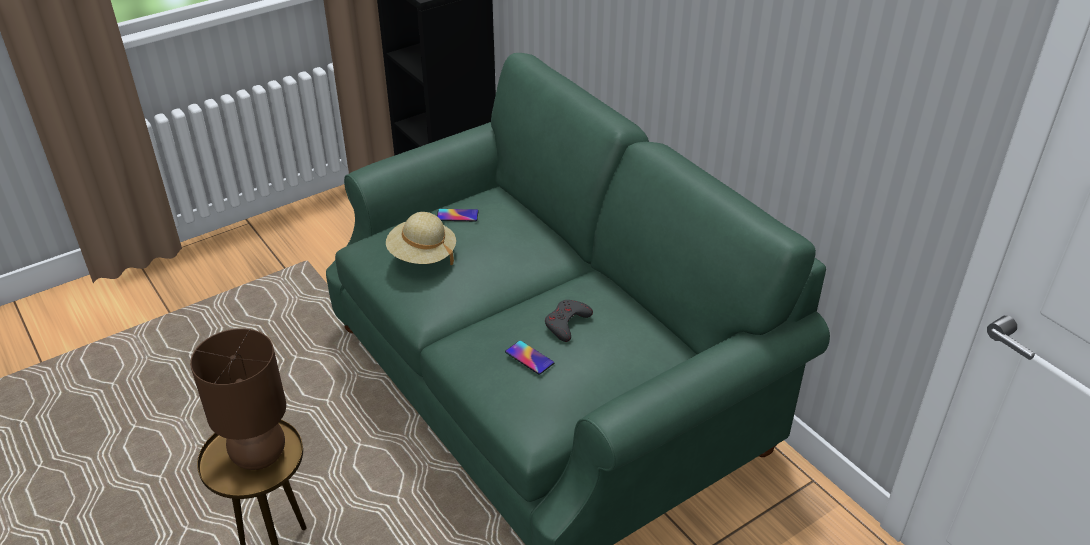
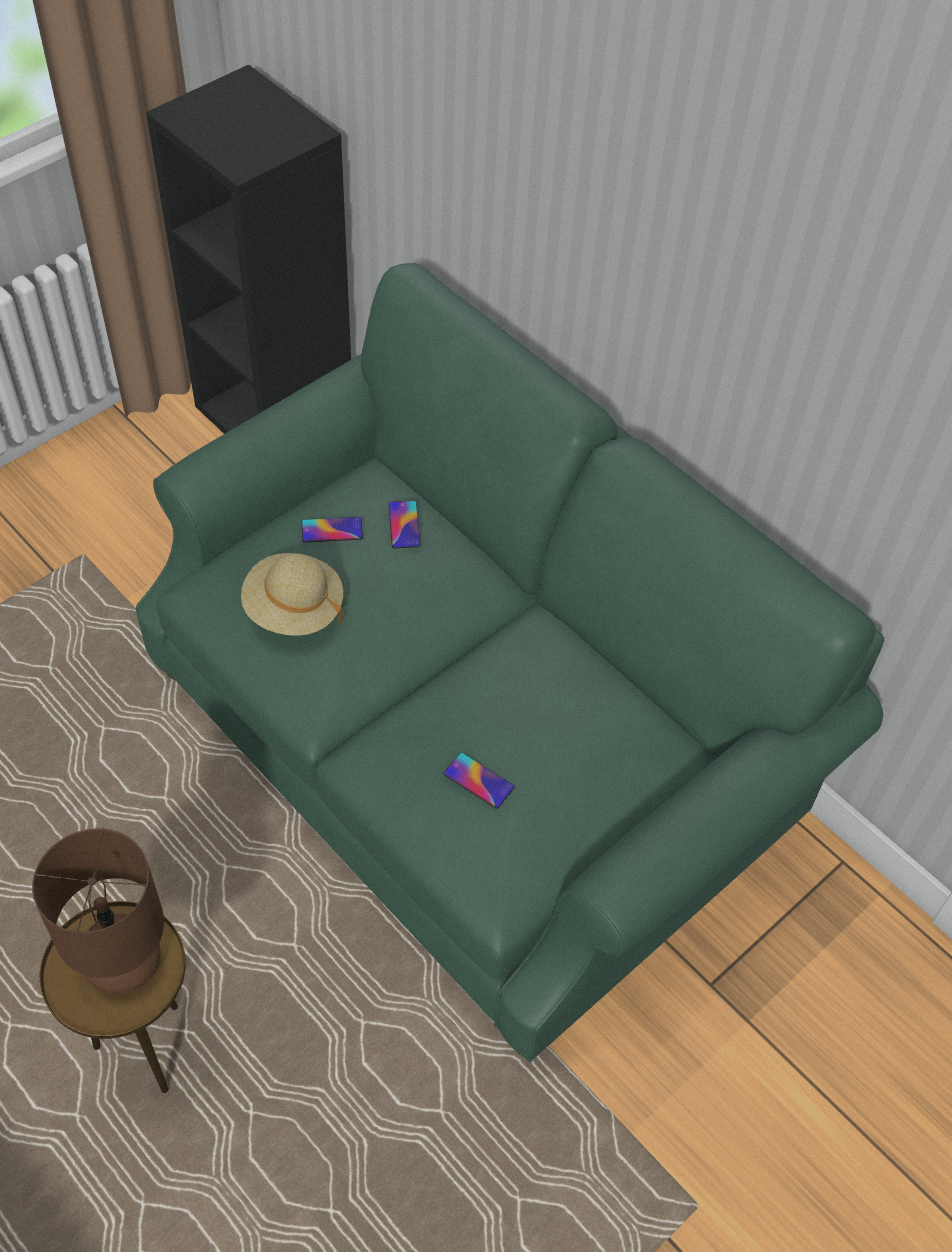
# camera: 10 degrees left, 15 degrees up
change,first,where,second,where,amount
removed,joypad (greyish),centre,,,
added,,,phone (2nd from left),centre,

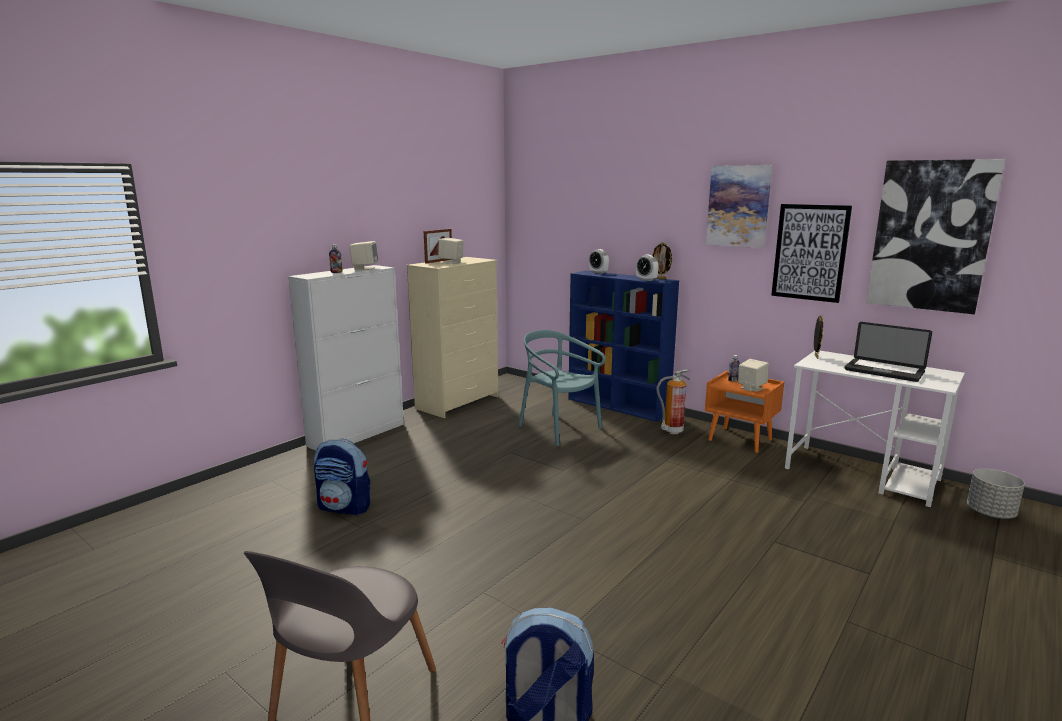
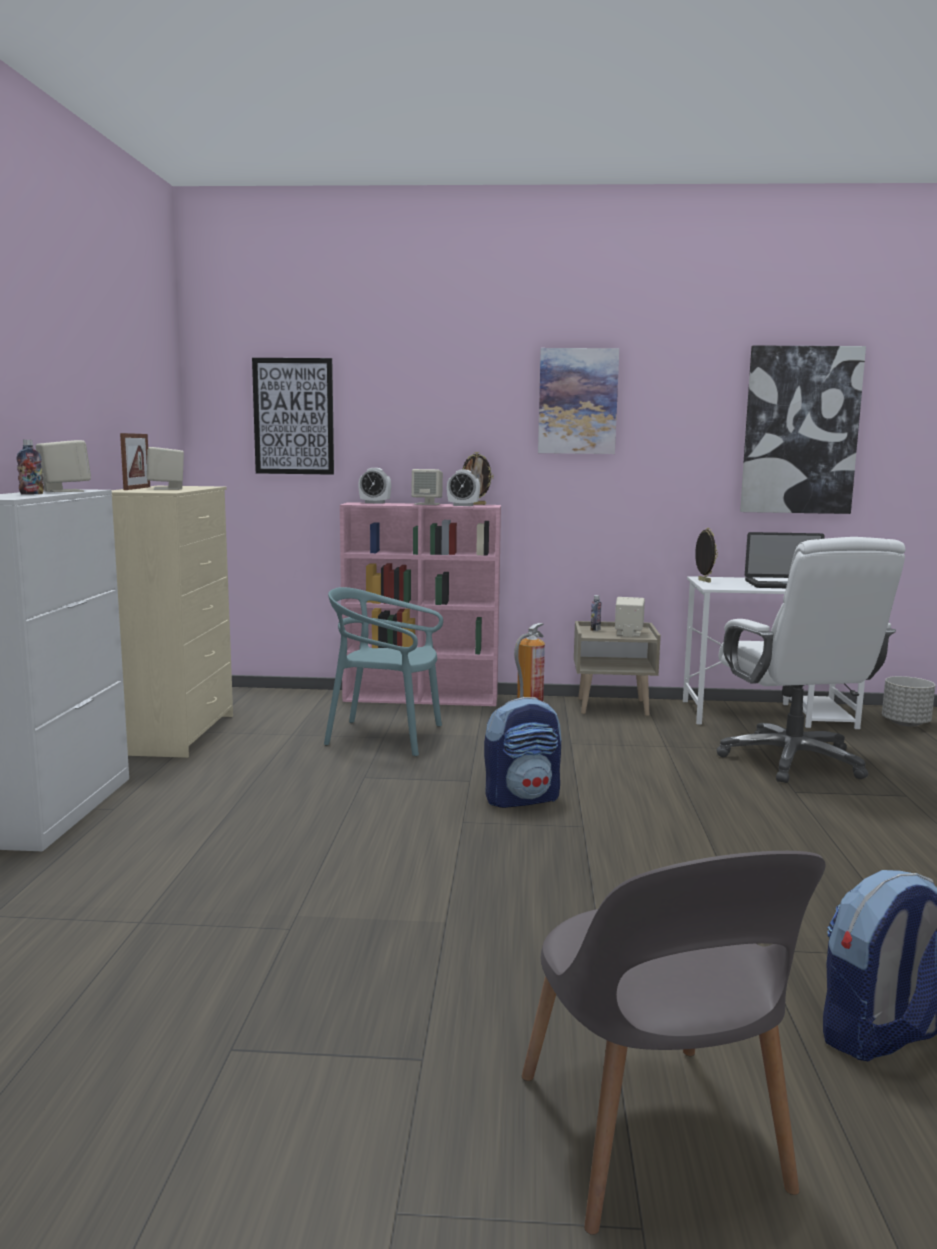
# camera: 35 degrees left, 5 degrees down
change,first,where,second,where,amount
moved,rucksack (1st from left),middle left,,centre,
recoloured,bookshelf (blue-coloured),centre,bookshelf (pink-coloured),centre,
recoloured,nightstand (orangey),middle right,nightstand (beige-coloured),centre,
moved,wall picture (2nd from left in the first image),middle right,wall picture (1st from left),top left,
added,,,audio speaker (beige-coloured) (3rd from left),centre,
added,,,computer chair (white-coloured),middle right,

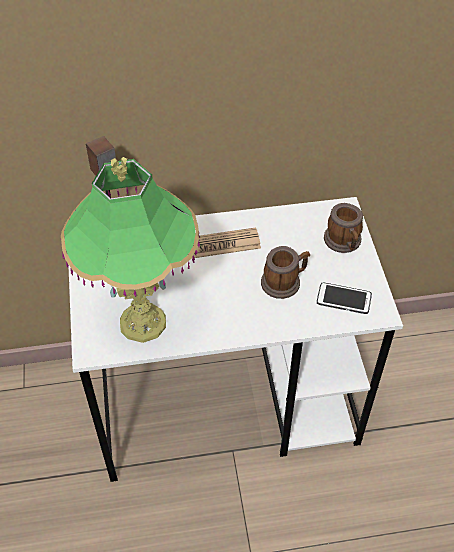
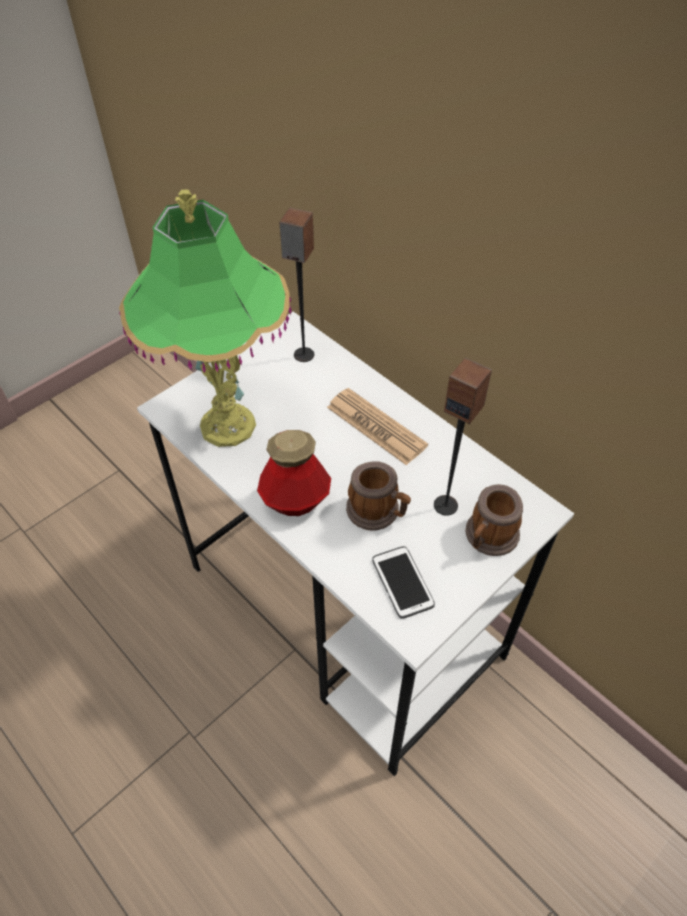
# camera: 55 degrees right, 0 degrees up
change,first,where,second,where,amount
added,,,drink bottle,centre,
added,,,audio speaker (2nd from left),middle right,

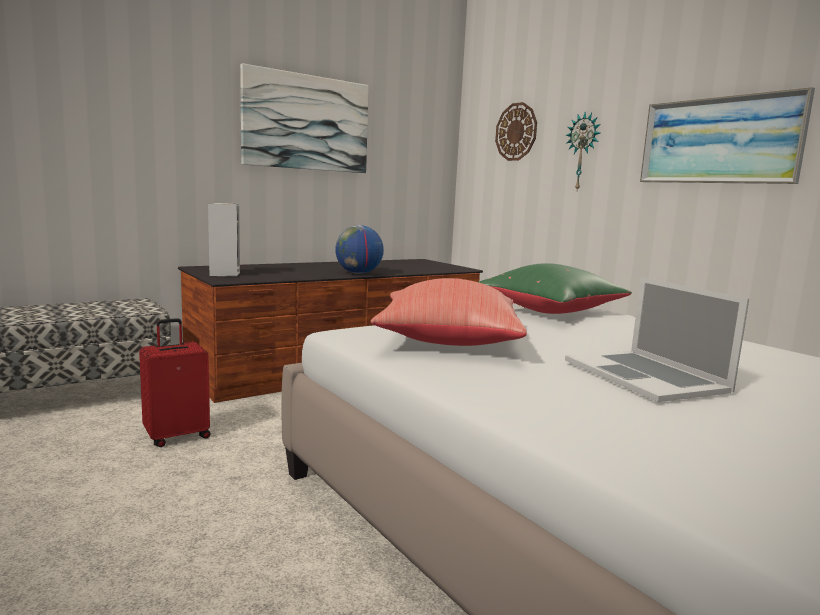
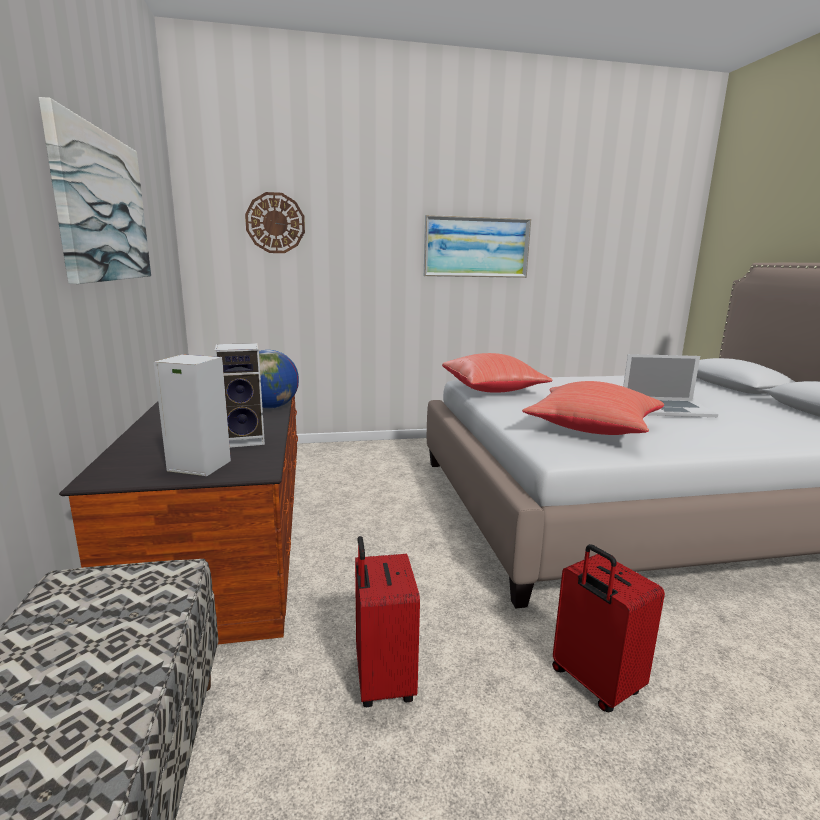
# camera: 65 degrees left, 5 degrees up
change,first,where,second,where,amount
recoloured,cushion (green),middle right,cushion (reddish) (1st from left),centre,
removed,wall clock (2nd from left),top right,,,
added,,,audio speaker (2nd from left),middle left,
added,,,suitcase (reddish) (2nd from left),bottom right,

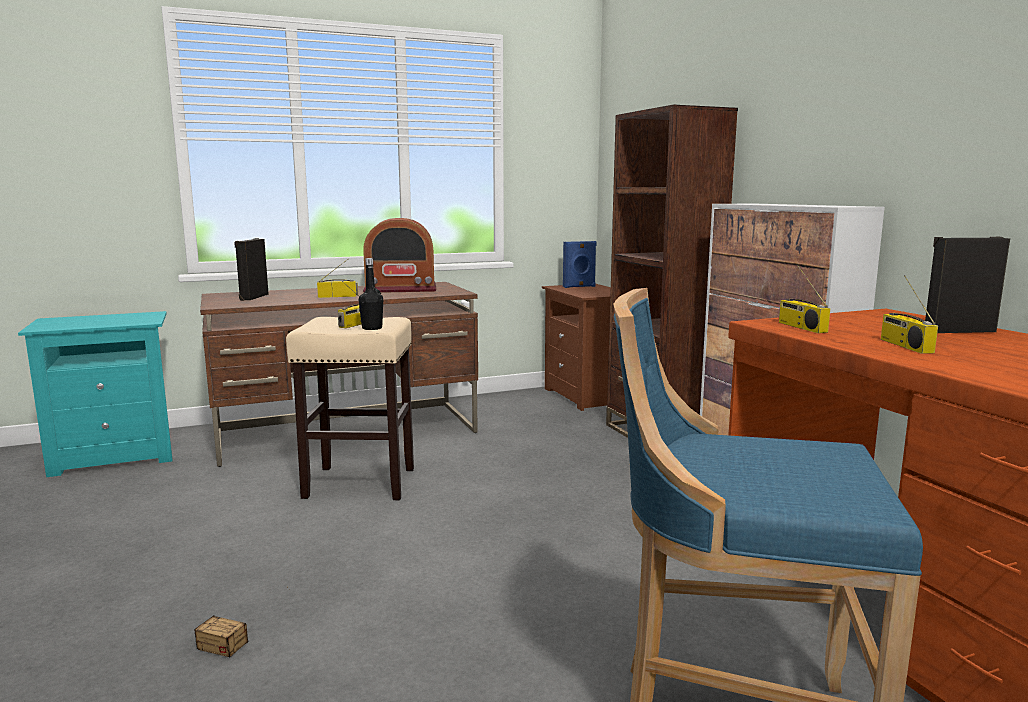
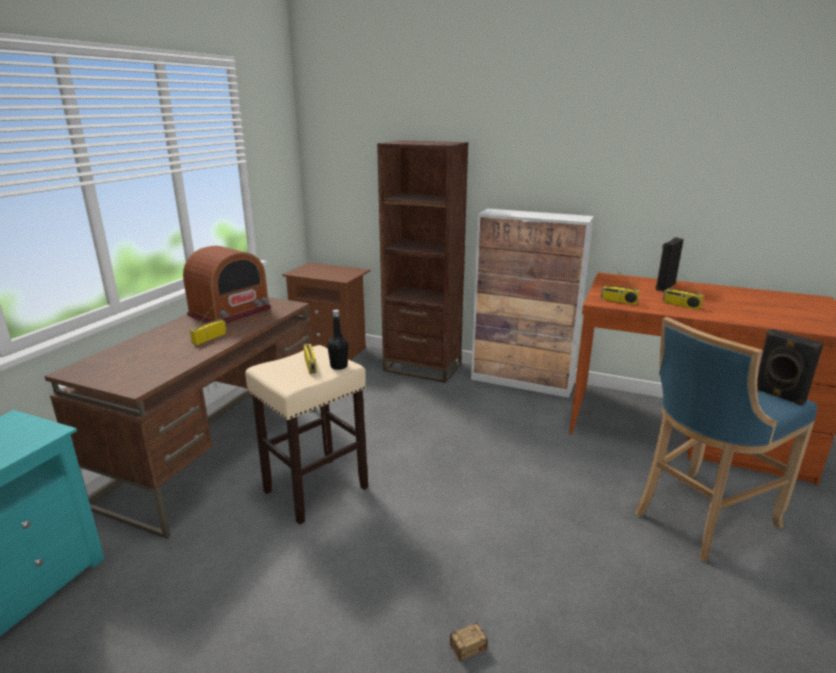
# camera: 45 degrees left, 10 degrees up
change,first,where,second,where,amount
moved,audio speaker (black-coloured) (1st from left in the first image),middle left,audio speaker (black-coloured) (2nd from left),middle right,
removed,audio speaker (blue-coloured),centre,,,

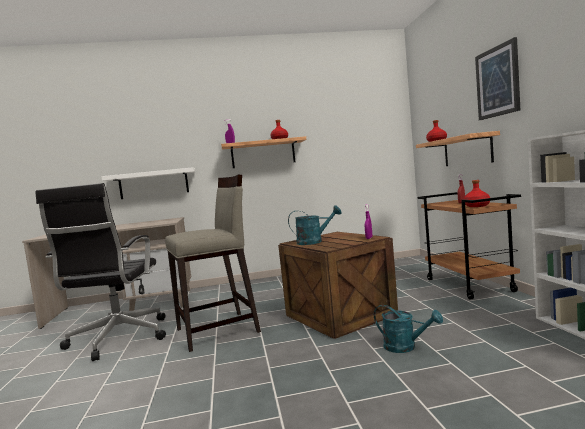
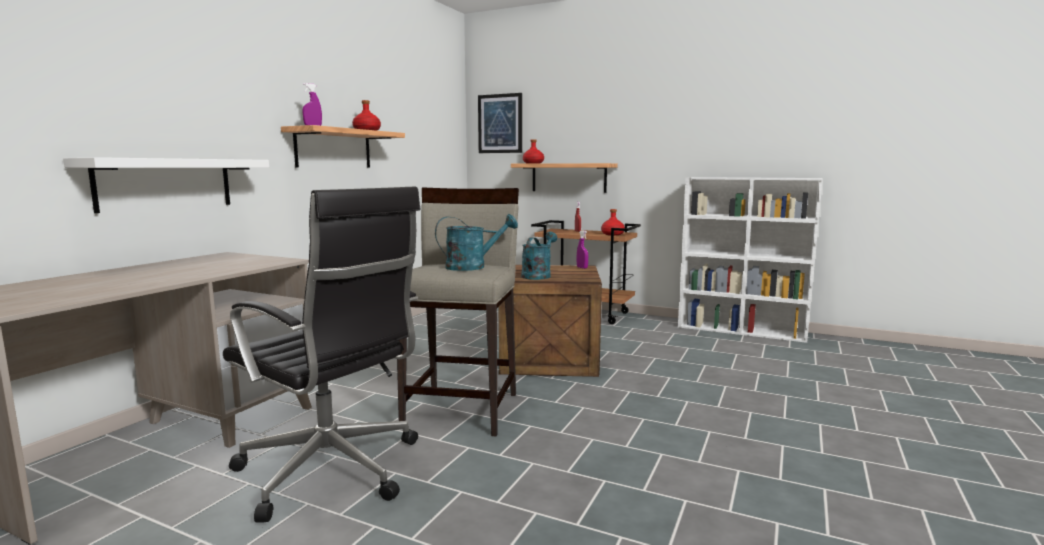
# camera: 55 degrees left, 5 degrees up
change,first,where,second,where,amount
moved,sprinkling can (turquoise) (2nd from left in the first image),bottom right,sprinkling can (turquoise) (1st from left),centre,
moved,wall picture,top right,,top centre,

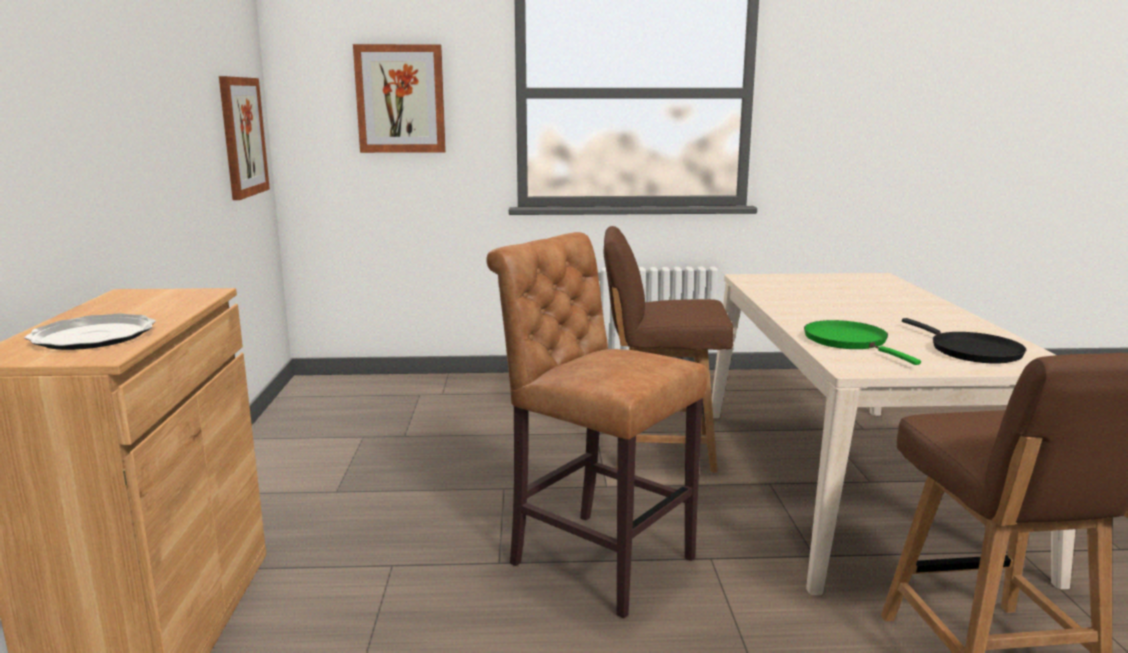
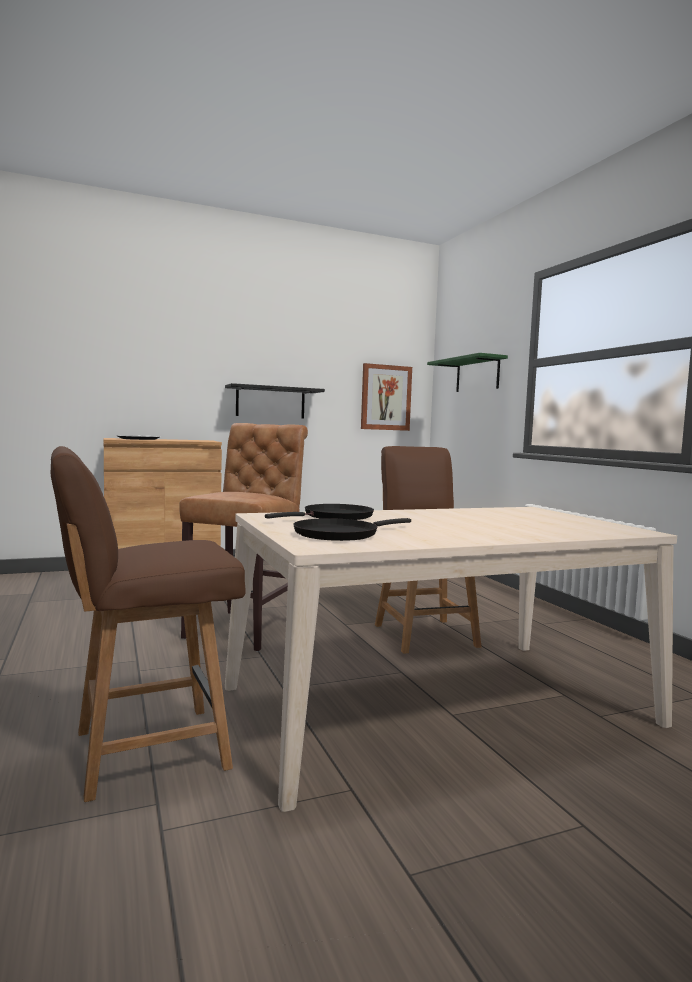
# camera: 70 degrees right, 10 degrees down
change,first,where,second,where,amount
replaced,wall picture (2nd from left),top centre,shelf (green),middle right,
recoloured,skillet (green),middle right,skillet (black-coloured) (1st from left),centre,
added,,,shelf (black-coloured),centre,

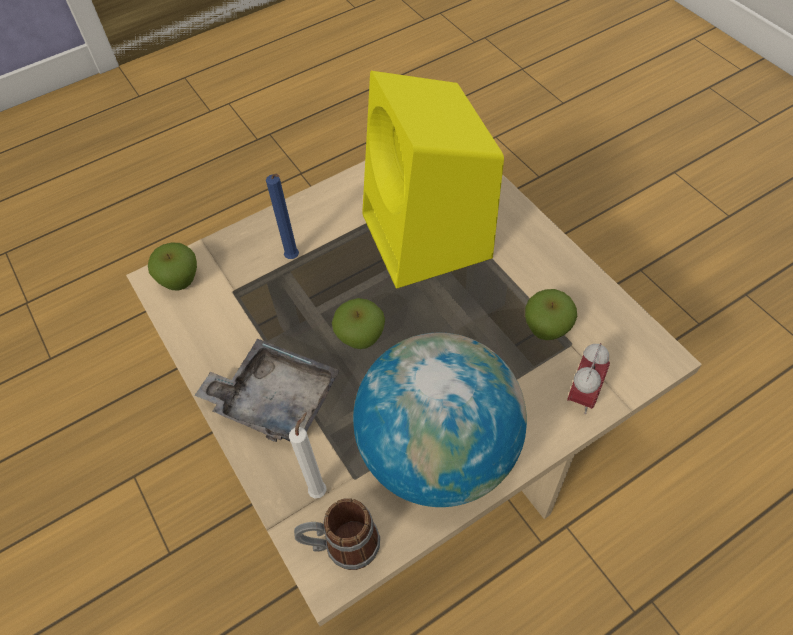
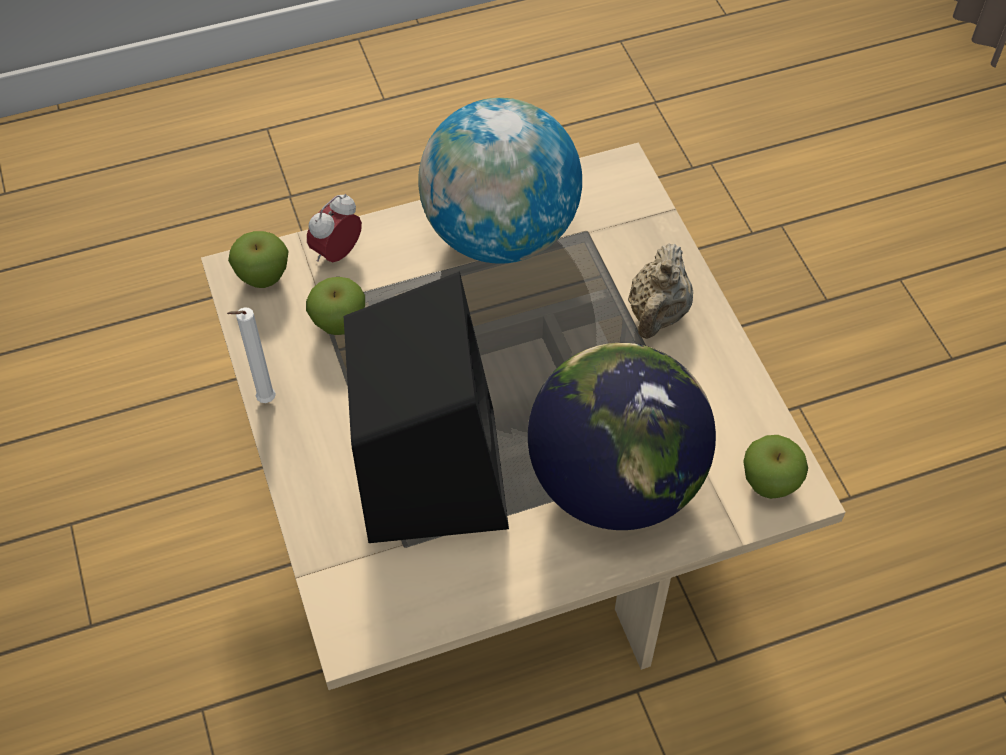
# camera: 170 degrees left, 0 degrees up
change,first,where,second,where,amount
replaced,tray (greyish),centre,pot for tea (beige-coloured),centre,
replaced,wax light (blue-coloured),centre,desk globe (2nd from left),centre,
moved,wax light (white-coloured),bottom centre,,middle left,
removed,mug,bottom centre,,,
moved,whole apple (2nd from left in the first image),centre,whole apple (1st from left),middle left,
recoloured,audio speaker (yellowish),top centre,audio speaker (black-coloured),centre,

